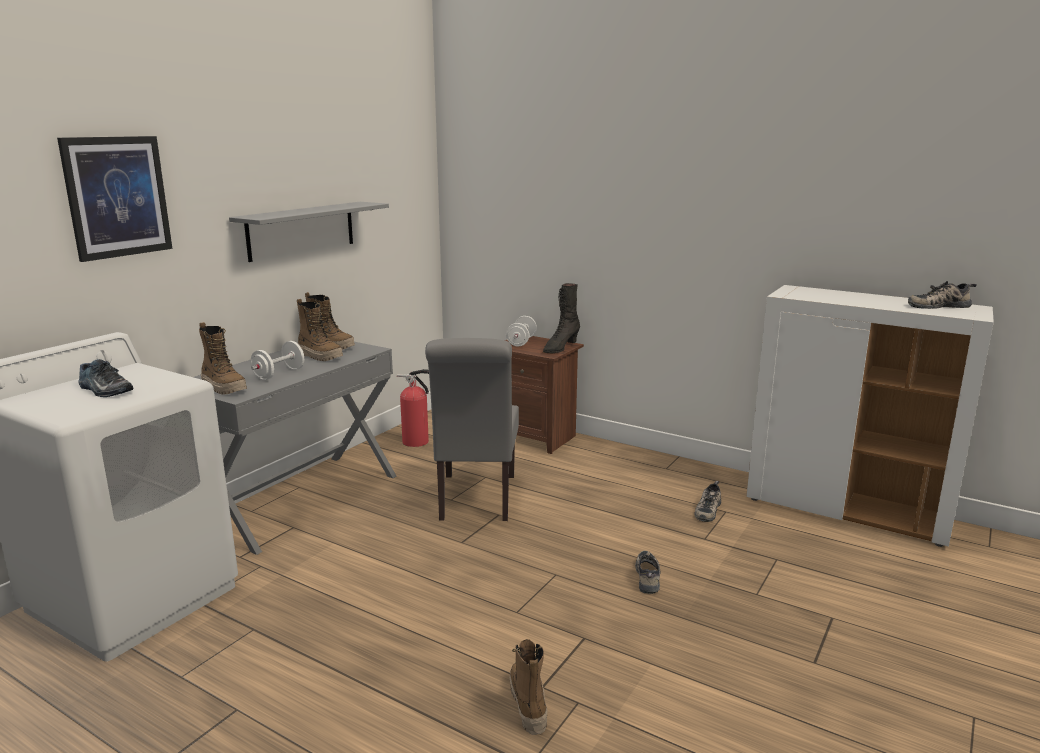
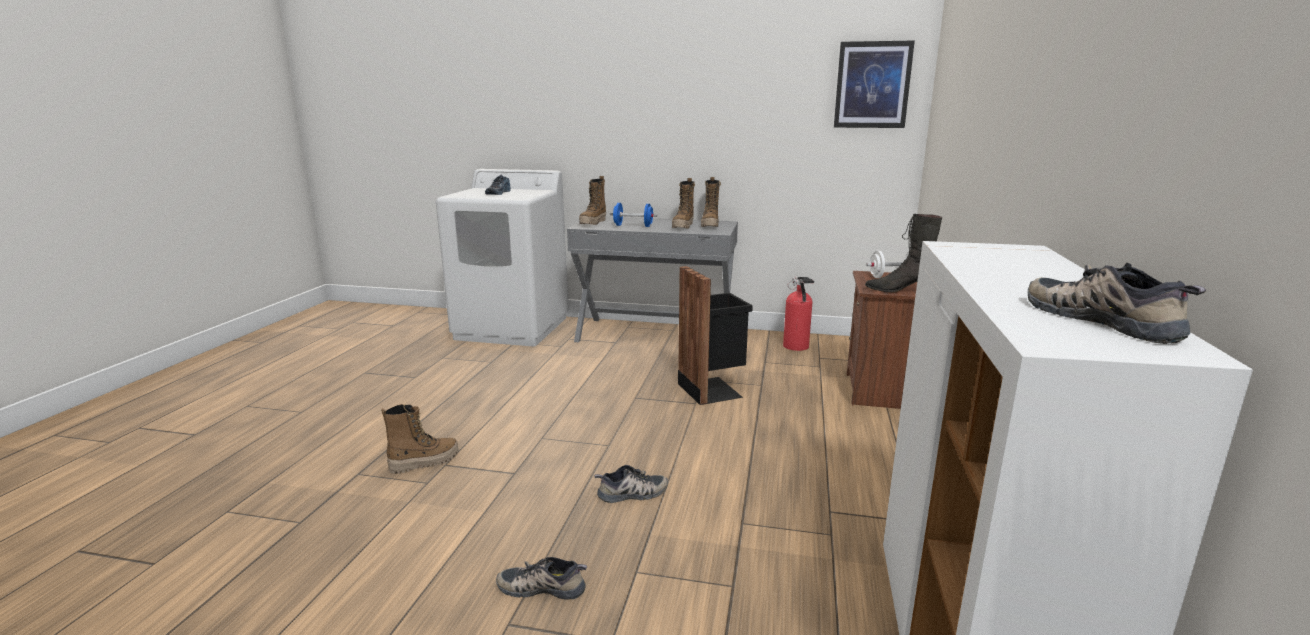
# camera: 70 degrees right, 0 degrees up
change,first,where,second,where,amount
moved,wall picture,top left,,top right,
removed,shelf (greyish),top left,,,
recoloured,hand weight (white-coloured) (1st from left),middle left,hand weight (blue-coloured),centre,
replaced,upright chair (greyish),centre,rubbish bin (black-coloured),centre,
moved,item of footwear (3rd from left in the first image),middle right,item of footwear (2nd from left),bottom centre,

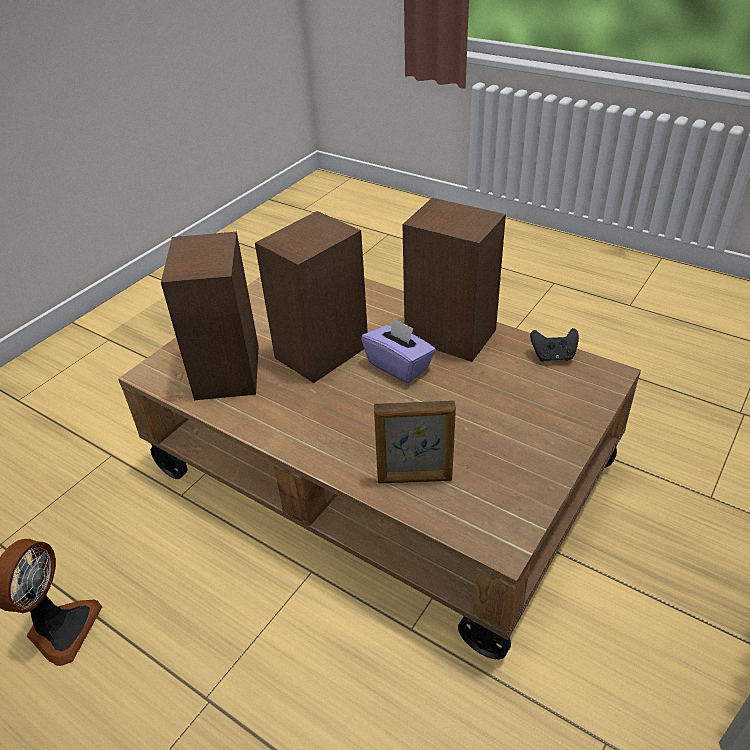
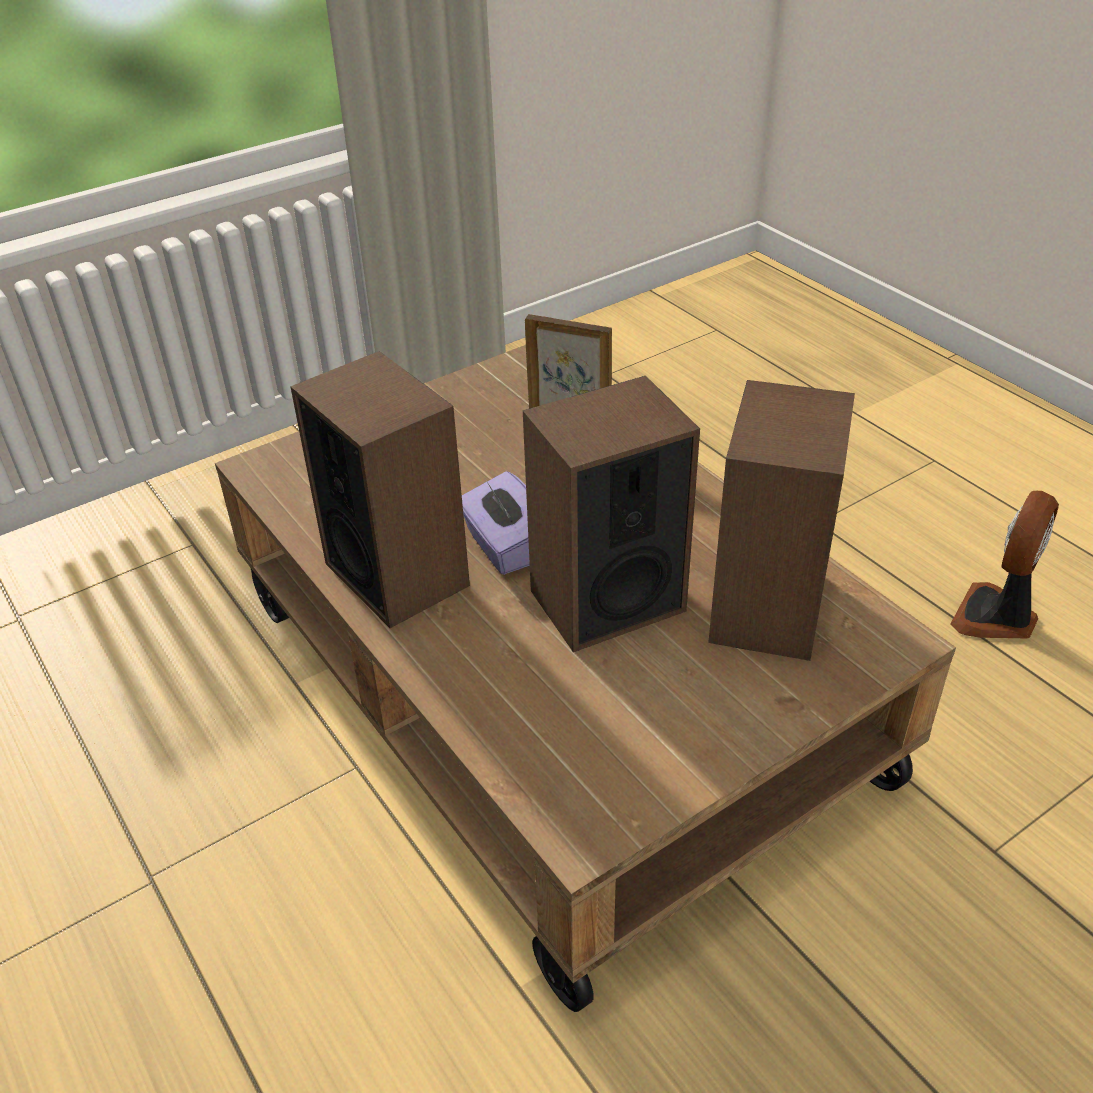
# camera: 160 degrees left, 0 degrees up
change,first,where,second,where,amount
removed,joypad (black-coloured),middle right,,,

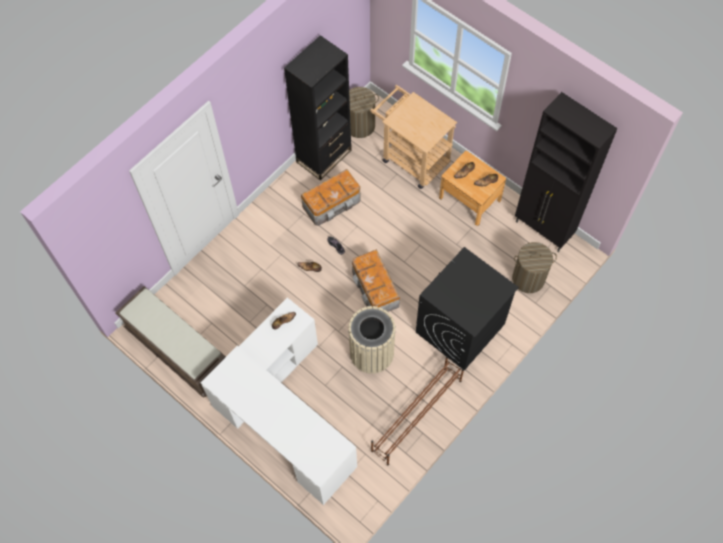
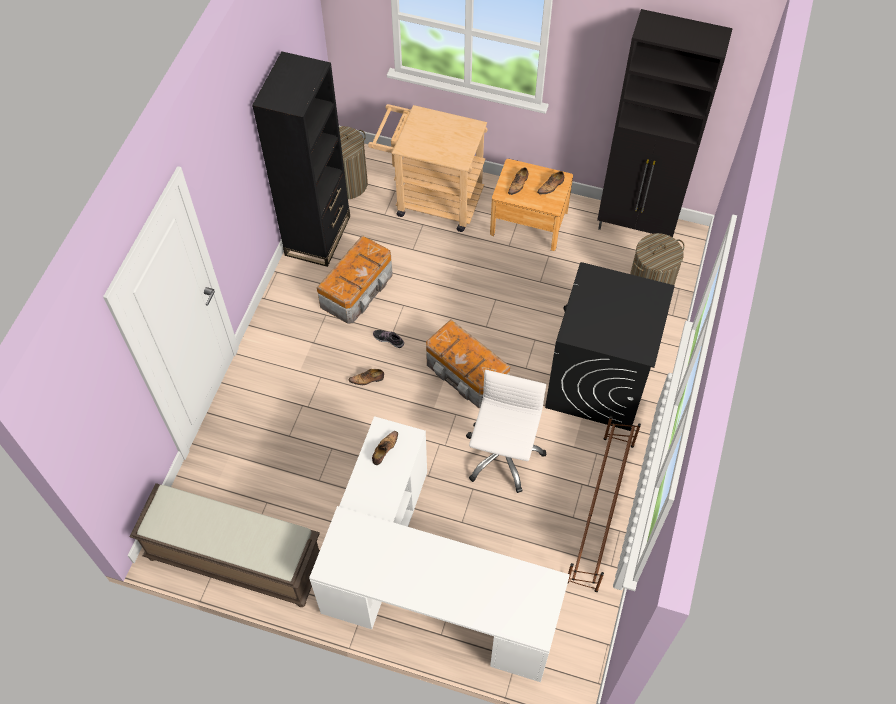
# camera: 25 degrees left, 5 degrees down
change,first,where,second,where,amount
replaced,rubbish bin (beige-coloured),centre,computer chair (white-coloured),centre,

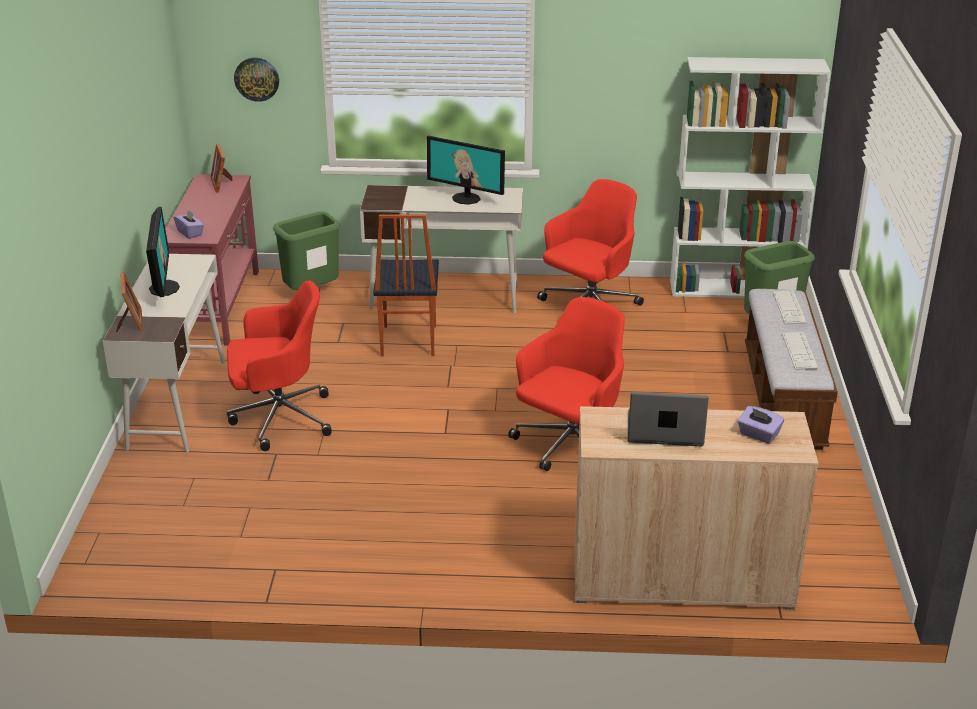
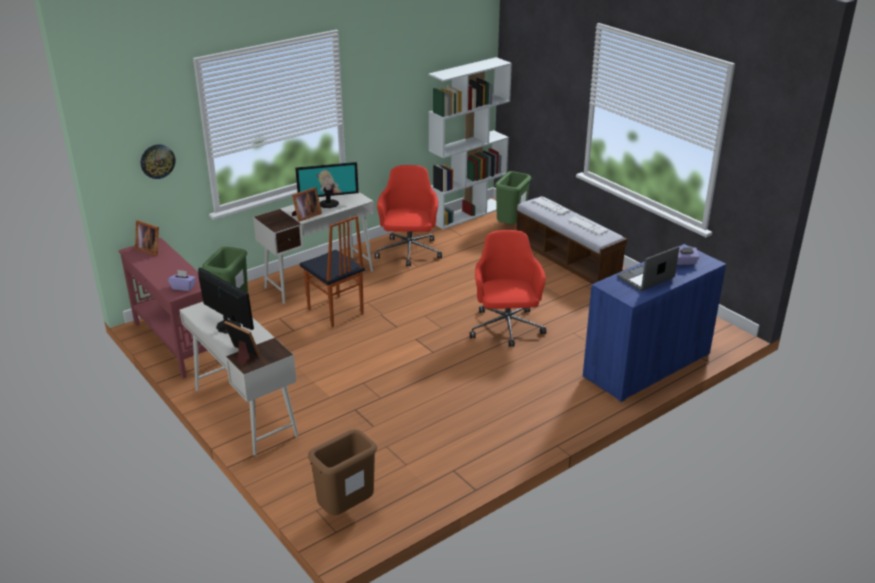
# camera: 40 degrees left, 0 degrees up
change,first,where,second,where,amount
removed,computer chair (reddish) (1st from left),middle left,,,
recoloured,cupboard (beige-coloured),bottom right,cupboard (blue-coloured),middle right,
added,,,standing frame (3rd from left),centre,
added,,,rubbish bin (brown-coloured),bottom centre,

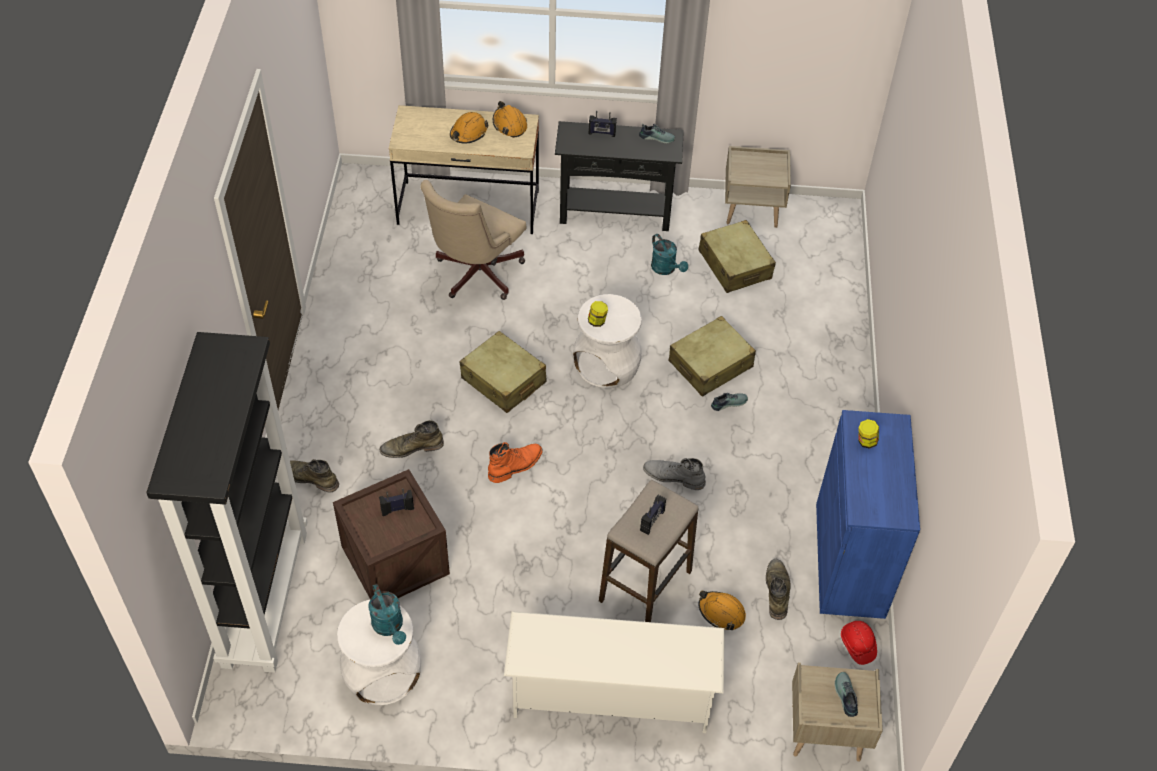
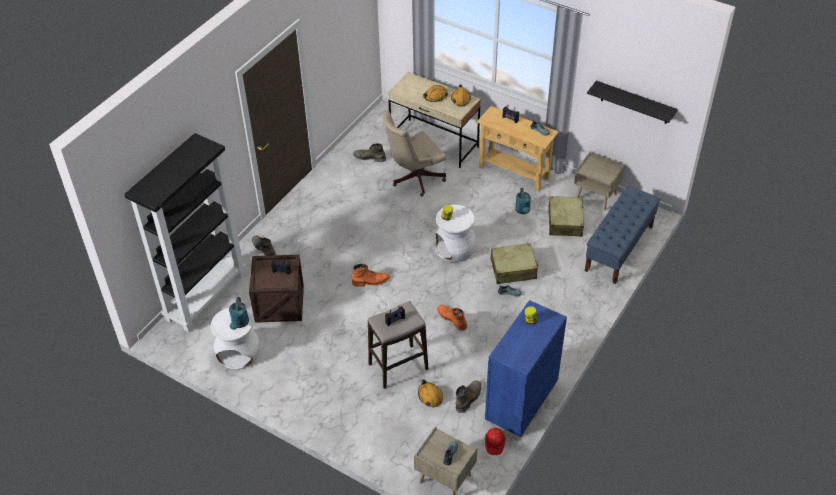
# camera: 30 degrees right, 5 degrees down
change,first,where,second,where,amount
moved,boot (green) (2nd from left),centre,,top centre,
removed,suitcase (beige-coloured) (1st from left),centre,,,
removed,shoe shelf (white-coloured),bottom centre,,,
recoloured,console table (black-coloured),top centre,console table (beige-coloured),top centre,
recoloured,boot (greyish),centre,boot (orangey) (2nd from left),centre,
added,,,long seat (blue-coloured),middle right,
added,,,shelf (black-coloured),top right,

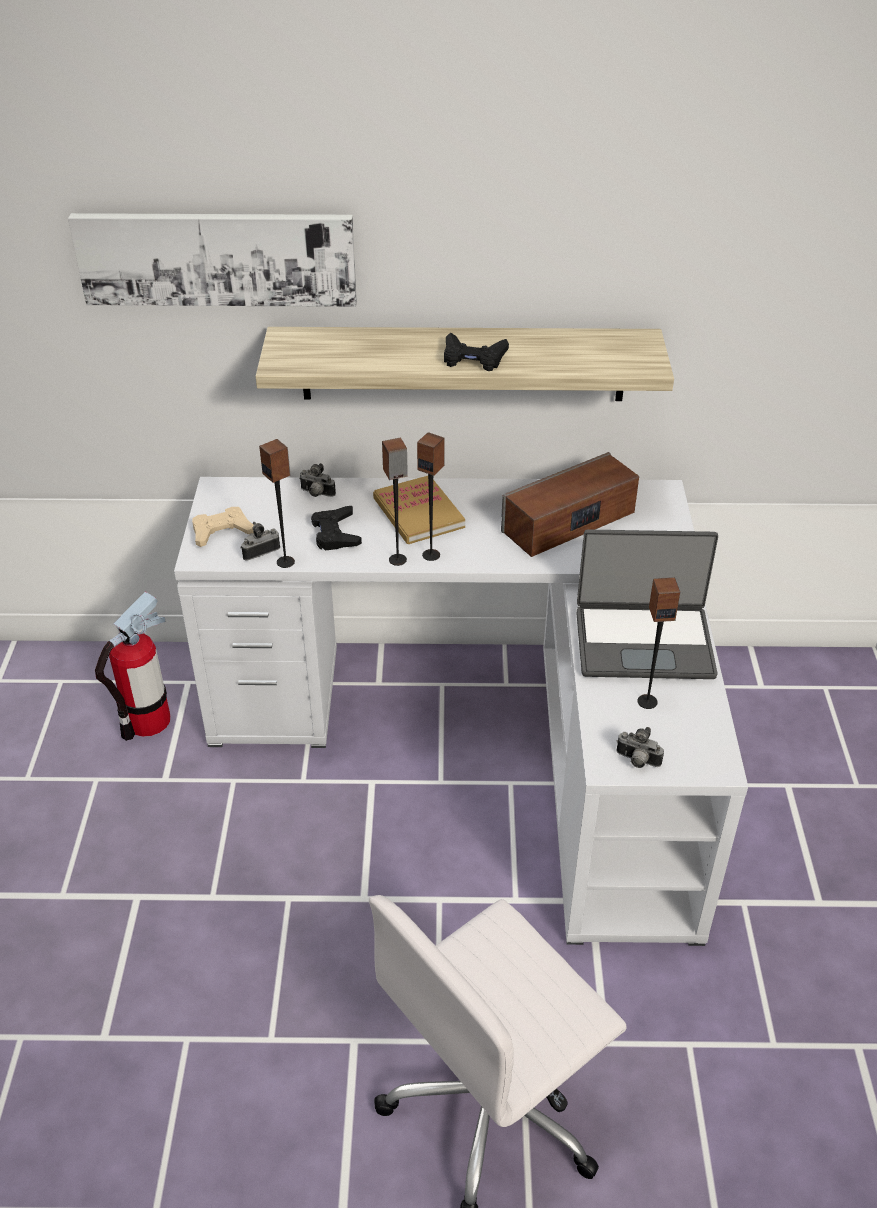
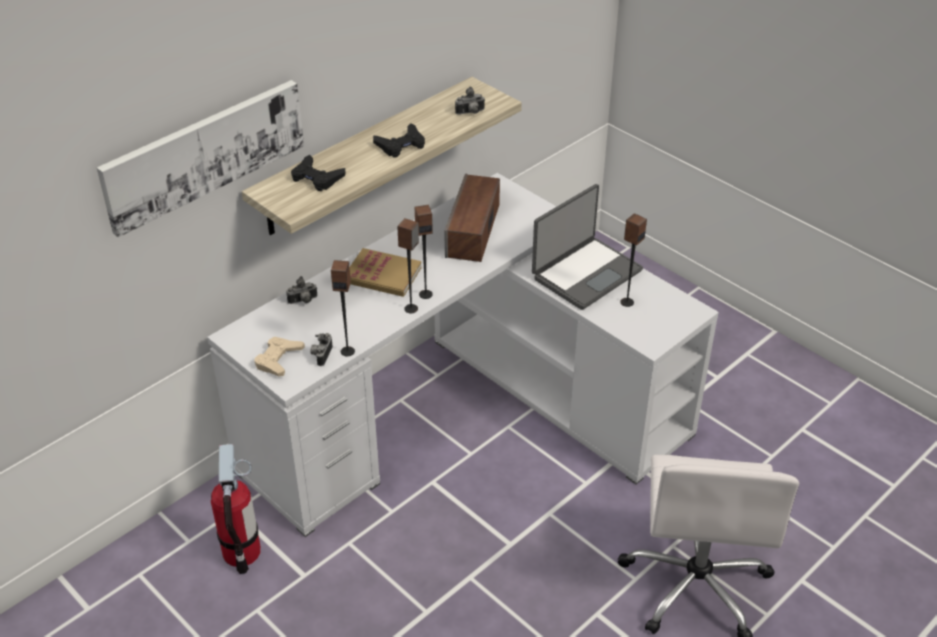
# camera: 45 degrees left, 0 degrees up
change,first,where,second,where,amount
moved,joypad (black-coloured) (1st from left),centre,,top centre,
moved,photo camera (3rd from left),middle right,,top centre,

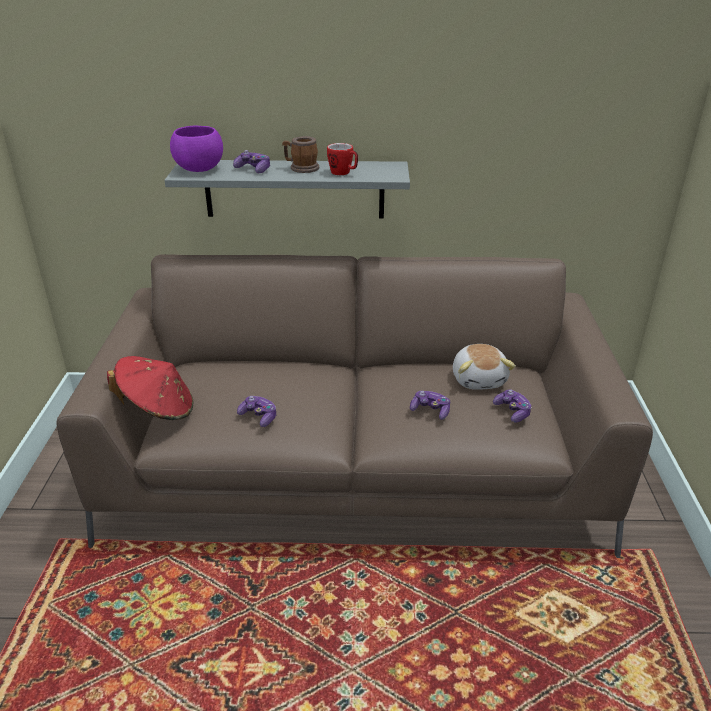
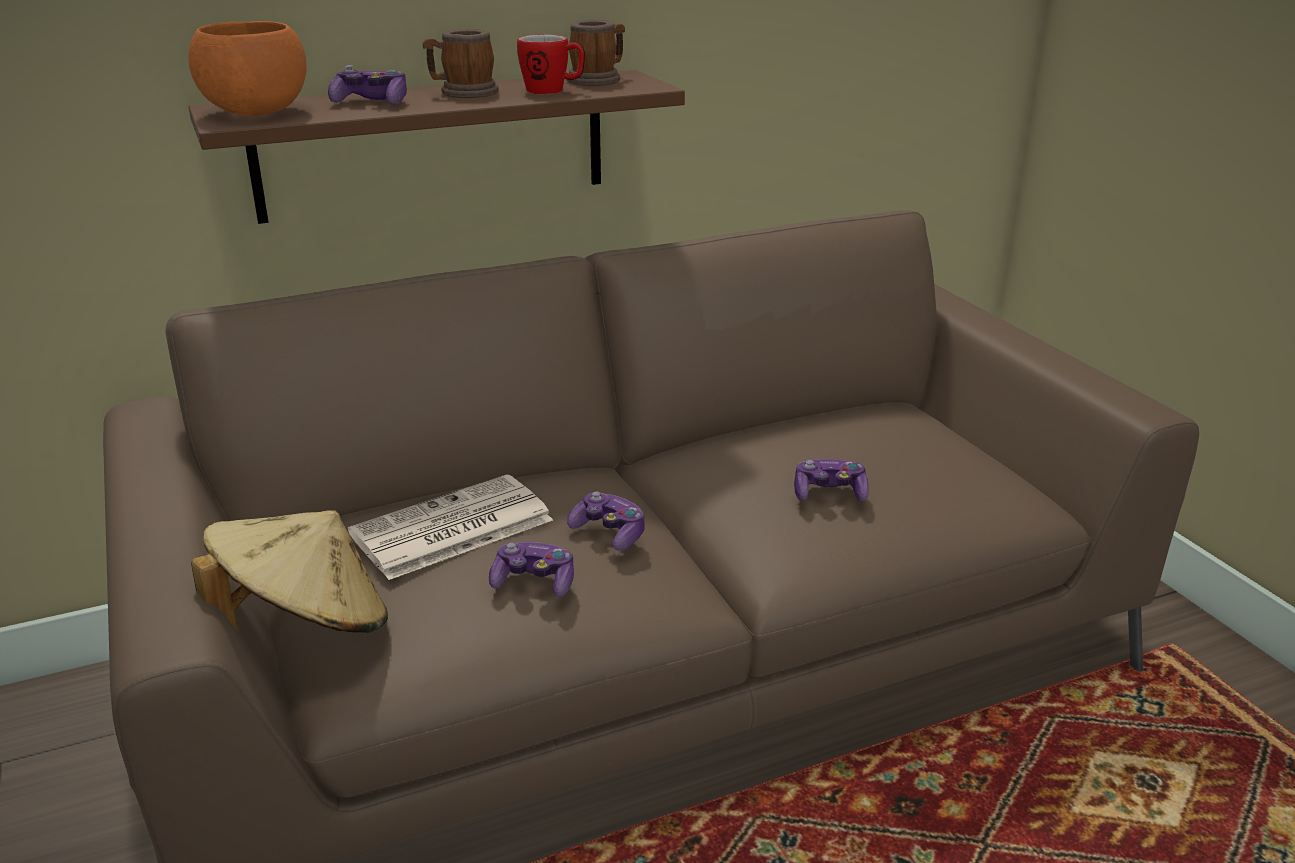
# camera: 25 degrees left, 5 degrees down
change,first,where,second,where,amount
recoloured,clothing hat (reddish),middle left,clothing hat (beige-coloured),middle left,
recoloured,shelf (greyish),top centre,shelf (brown-coloured),top centre,
recoloured,deep dish (purplish),top left,deep dish (orangey),top left,
removed,soft toy,middle right,,,
moved,joypad (4th from left in the first image),middle right,joypad (3rd from left),centre,
added,,,printed paper,centre,
added,,,mug (3rd from left),top centre,

